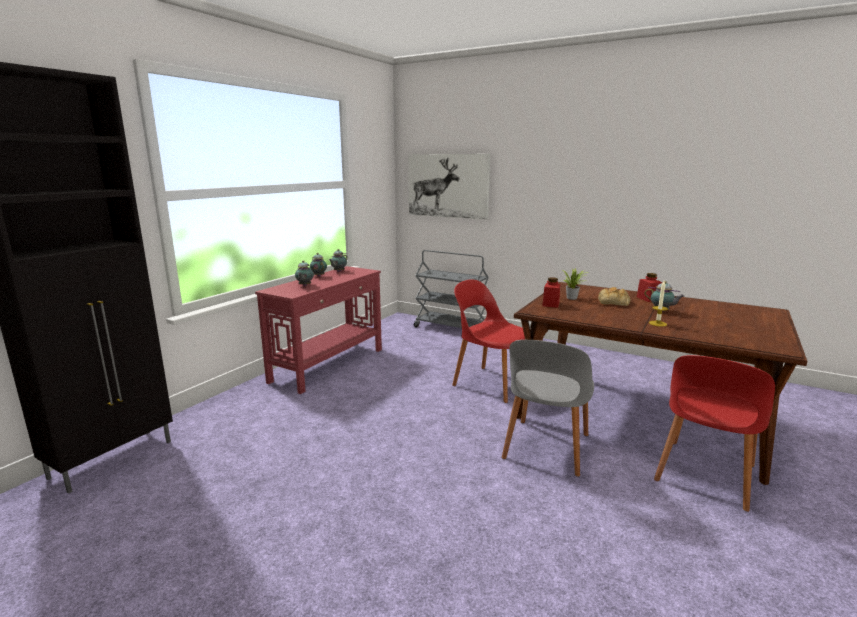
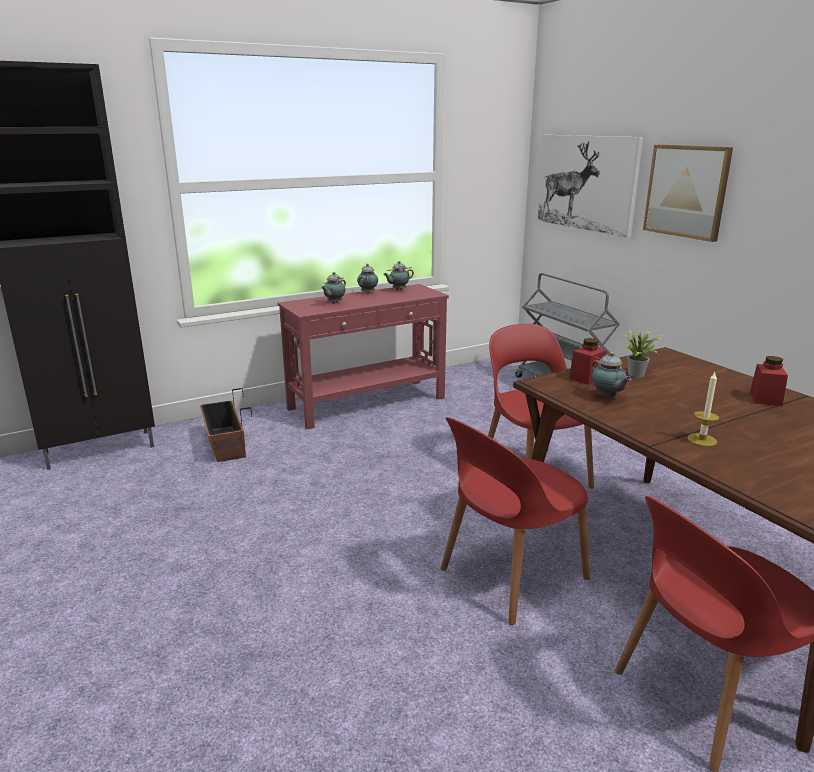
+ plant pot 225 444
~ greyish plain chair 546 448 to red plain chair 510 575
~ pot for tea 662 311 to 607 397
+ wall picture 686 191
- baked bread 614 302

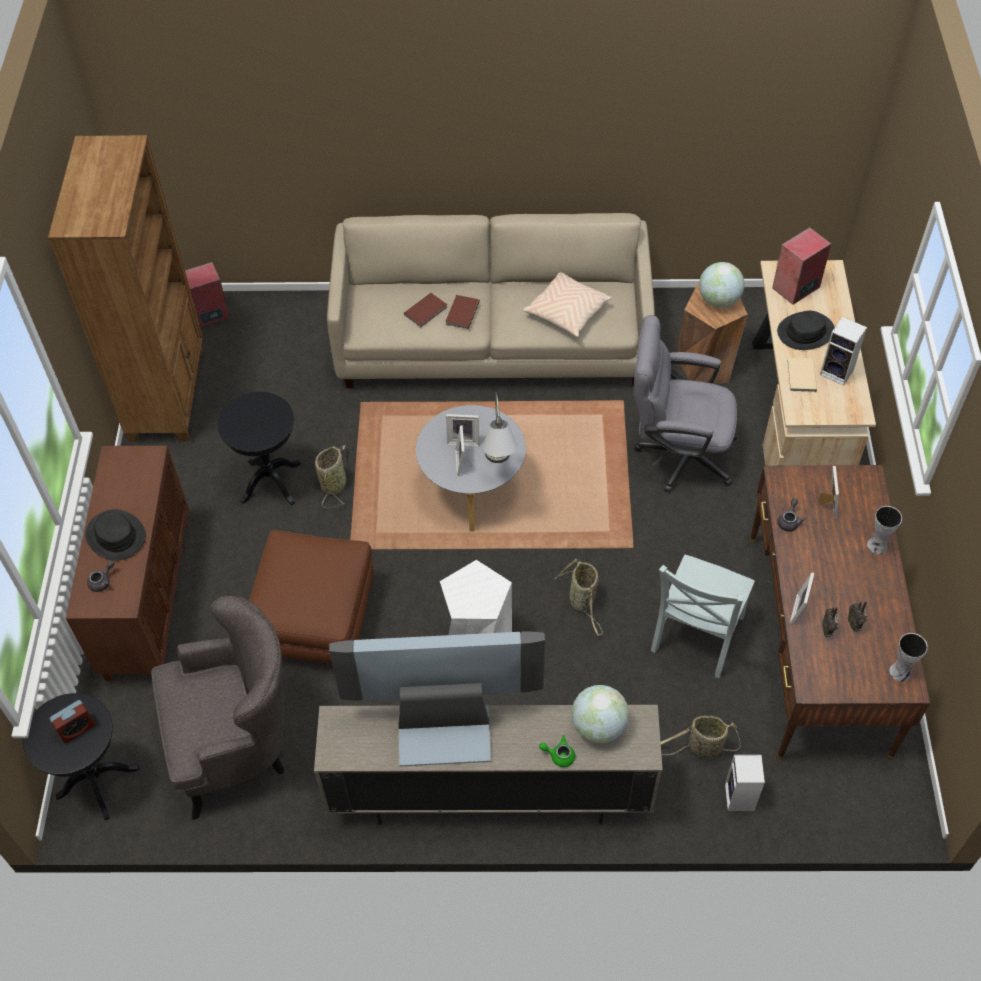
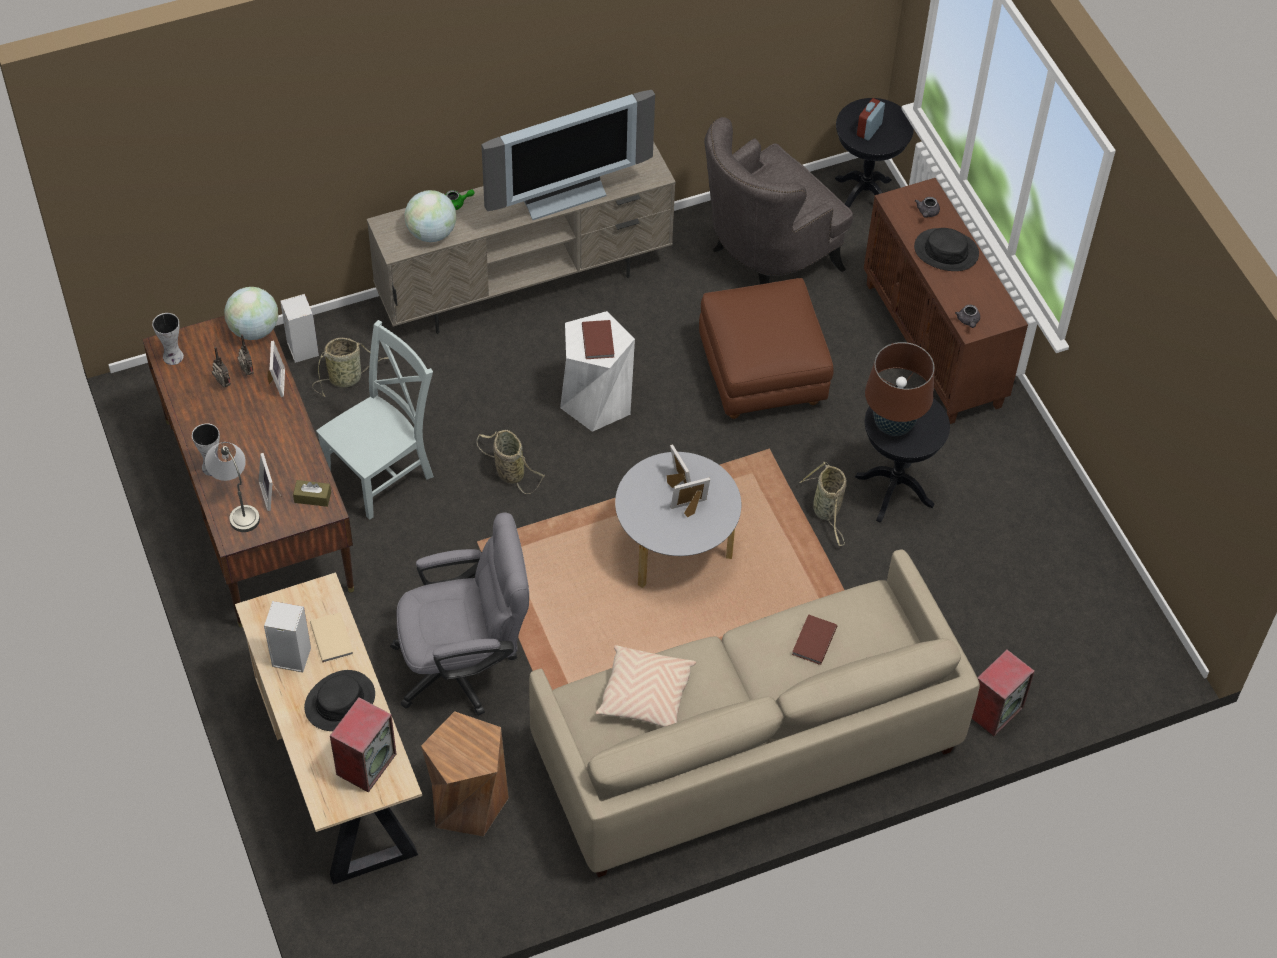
~ greyish table lamp 498 467 to 237 504
~ world globe 719 300 to 254 330
+ brownish tissue box 312 497
~ greyish plain chair 695 637 = 382 472 45 degrees clockwise
~ brownish bound book 461 313 to 599 340
+ brownish table lamp 893 425
~ greyish pot for tea 789 521 to 968 321
~ loudspeaker 209 315 to 995 710
- brownish shelving unit 168 393

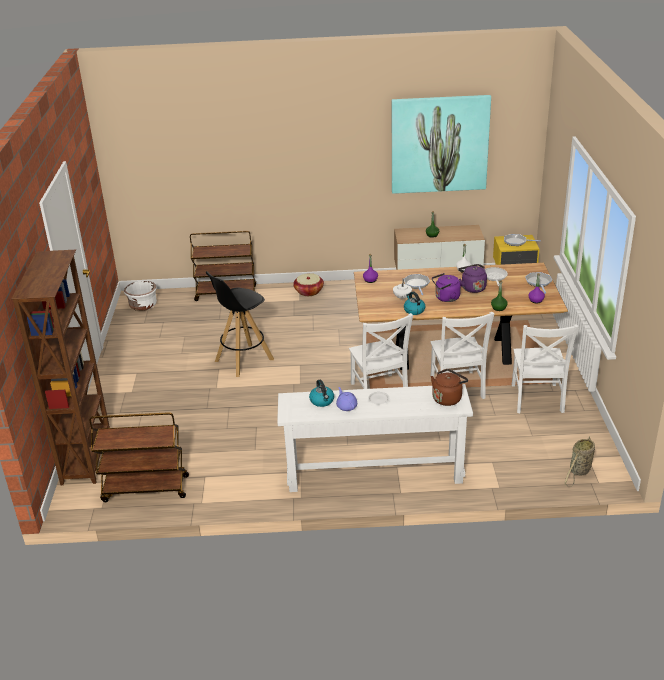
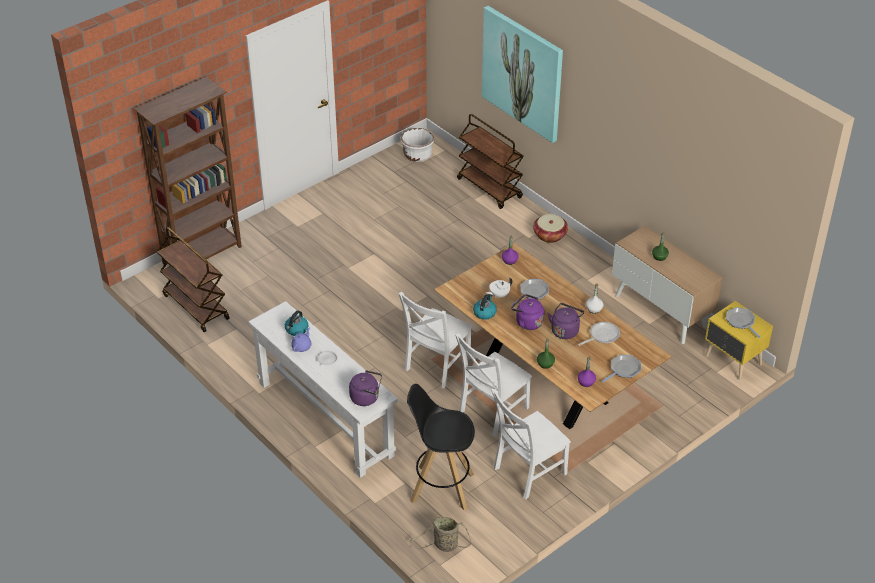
~ brownish tea kettle 448 398 to purple-coloured tea kettle 366 398
~ black-coloured stool seat 243 360 to 441 487
~ wall picture 439 144 to 523 73

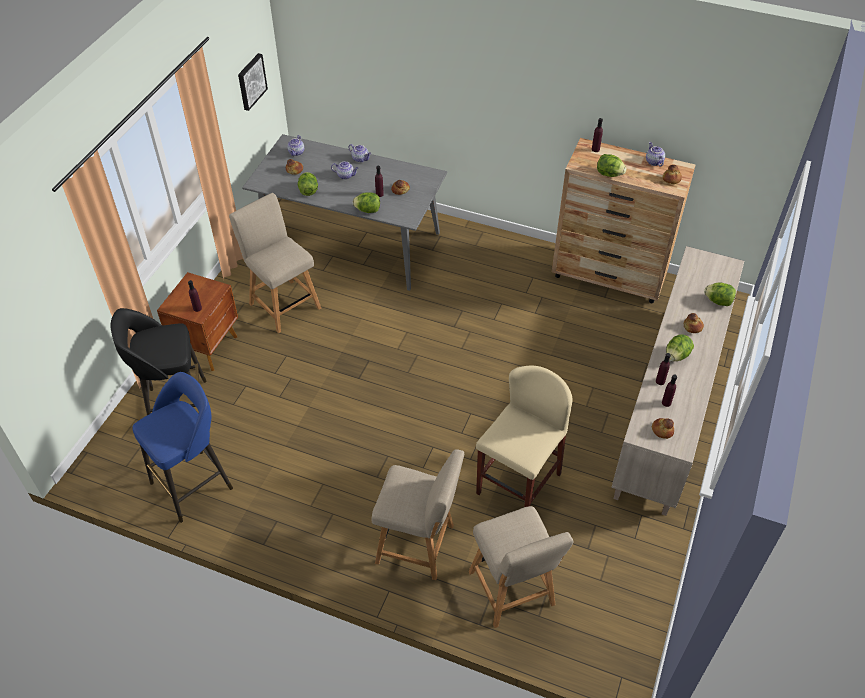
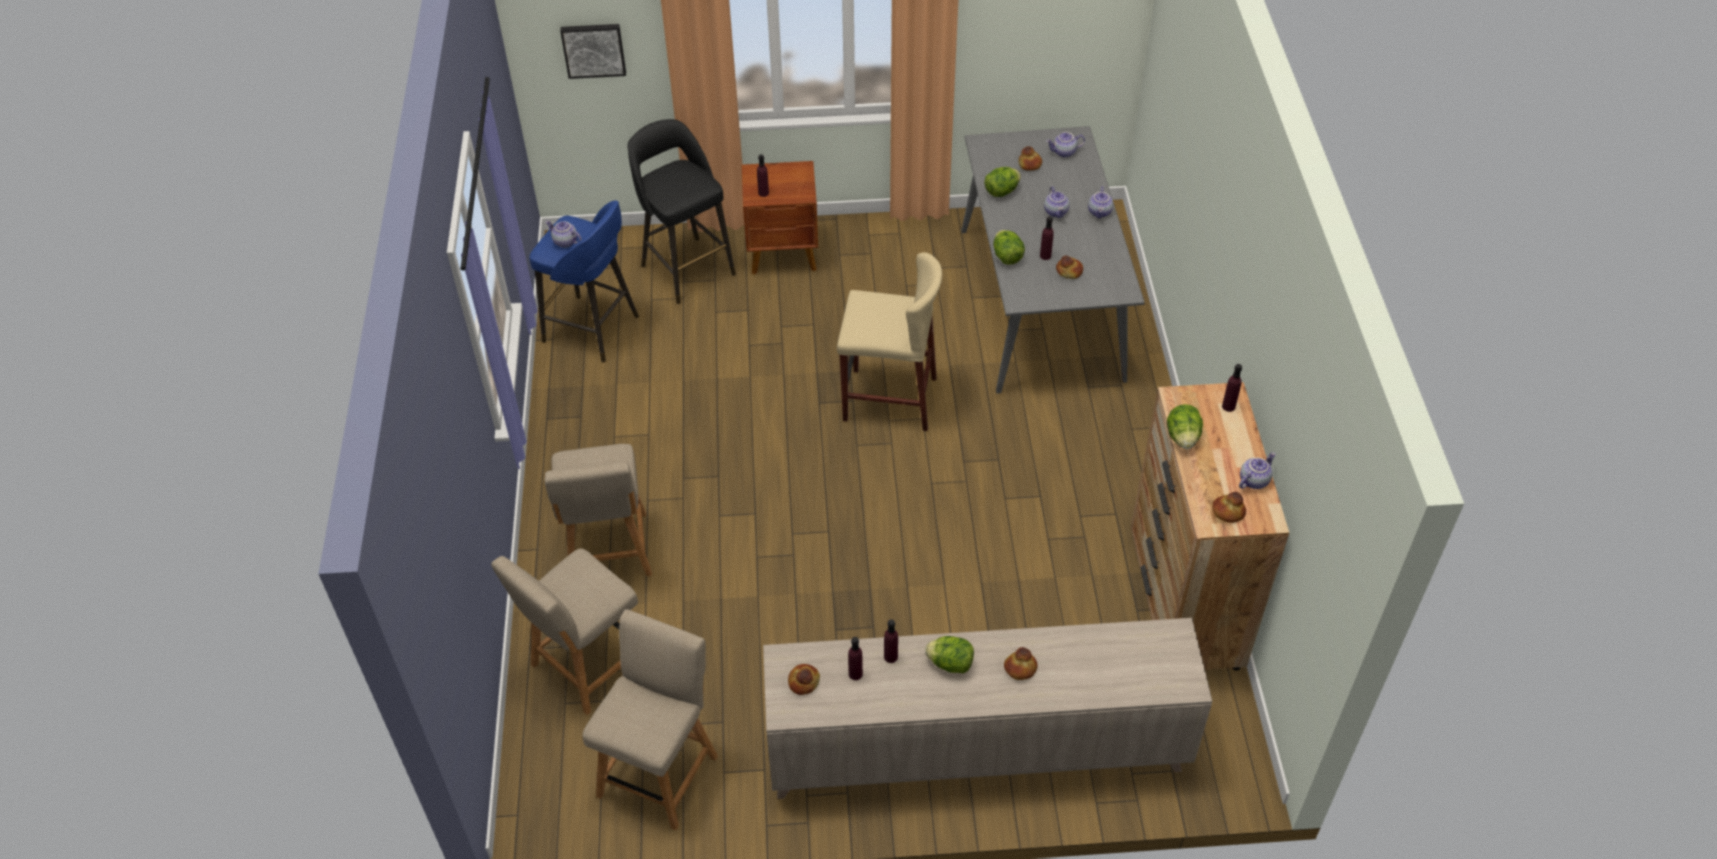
+ pot for tea 565 242
~ wall picture 251 81 to 593 49
~ beige-coloured plain chair 283 304 to 660 771
~ beige-coloured stool seat 518 483 to 889 399
- head of lettuce 718 301

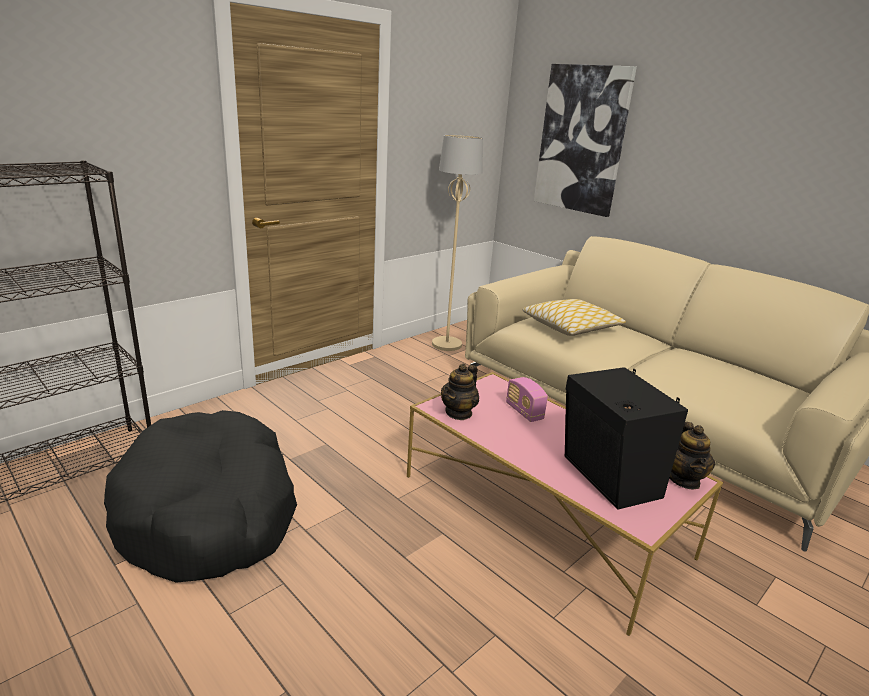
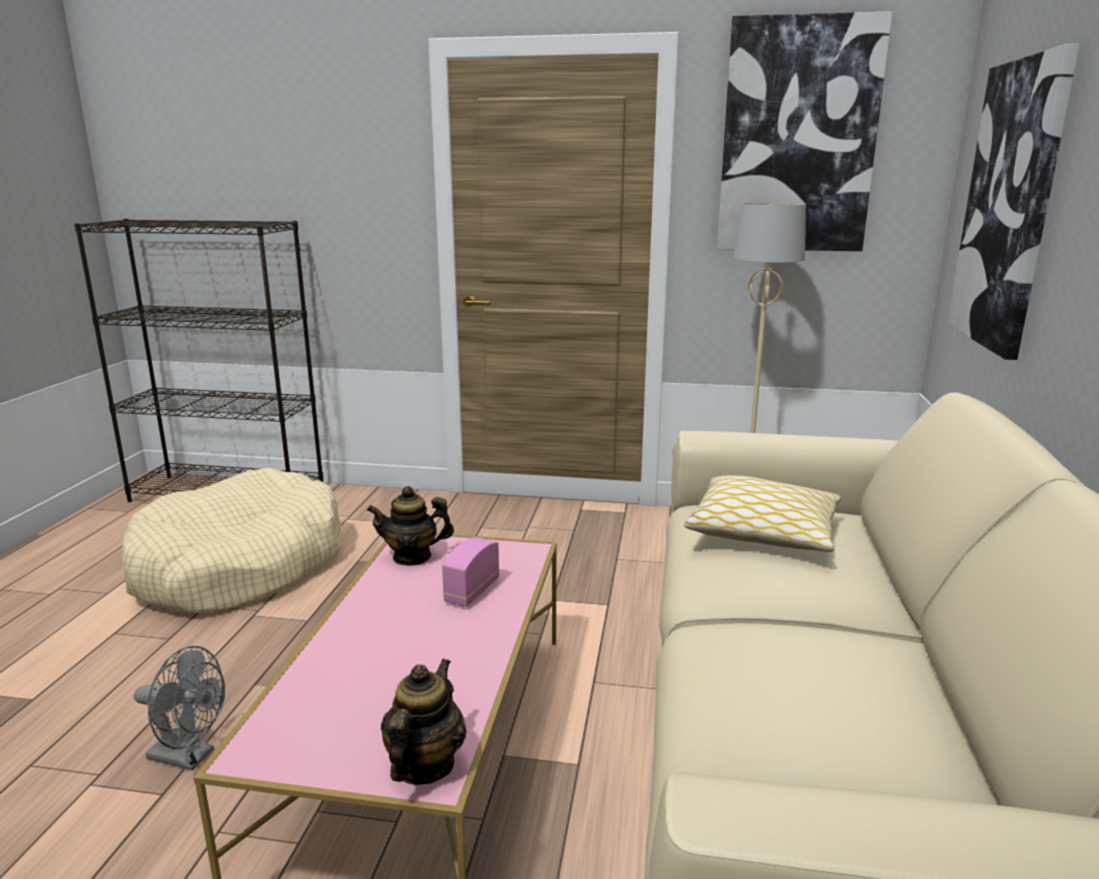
~ black-coloured dog cushion 209 512 to beige-coloured dog cushion 240 566
+ greyish cooling fan 190 756
~ pot for tea 684 479 = 424 766 135 degrees clockwise
+ wall picture 798 137
- black-coloured loudspeaker 608 478

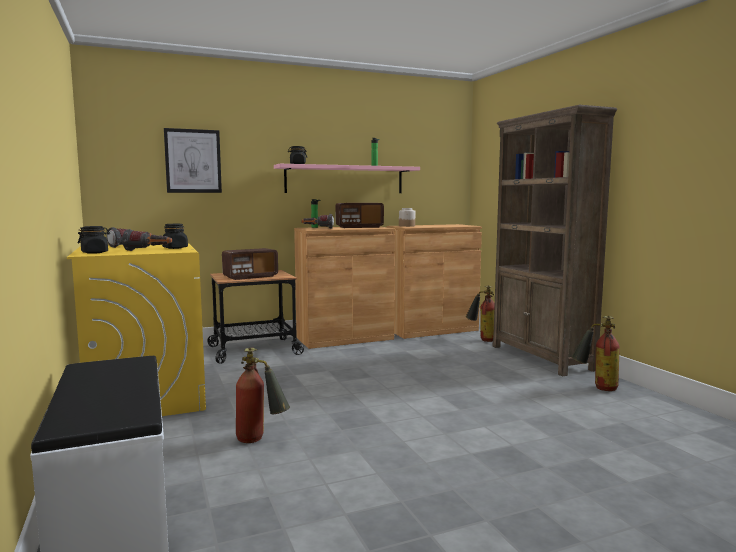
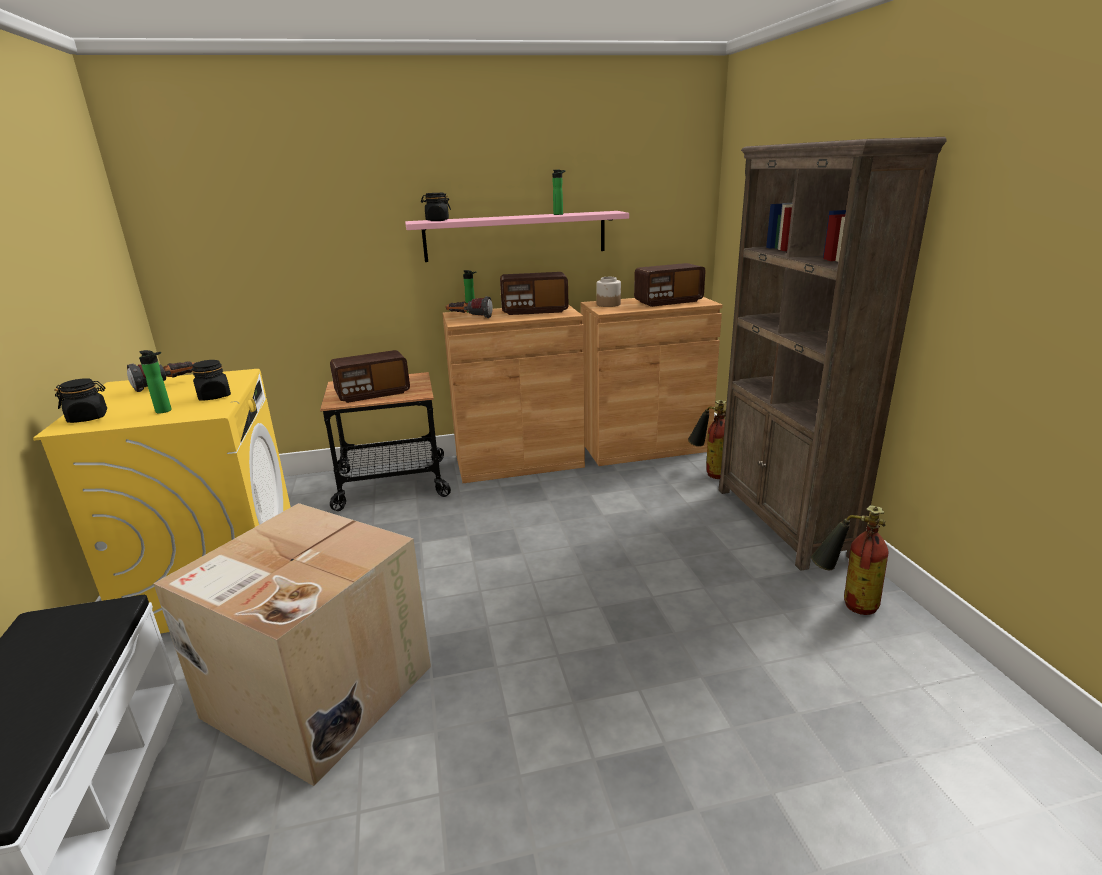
~ torch 149 251 to bottle 165 411
~ extinguisher 260 440 to packing box 315 692
+ radio 668 302
- wall picture 193 161

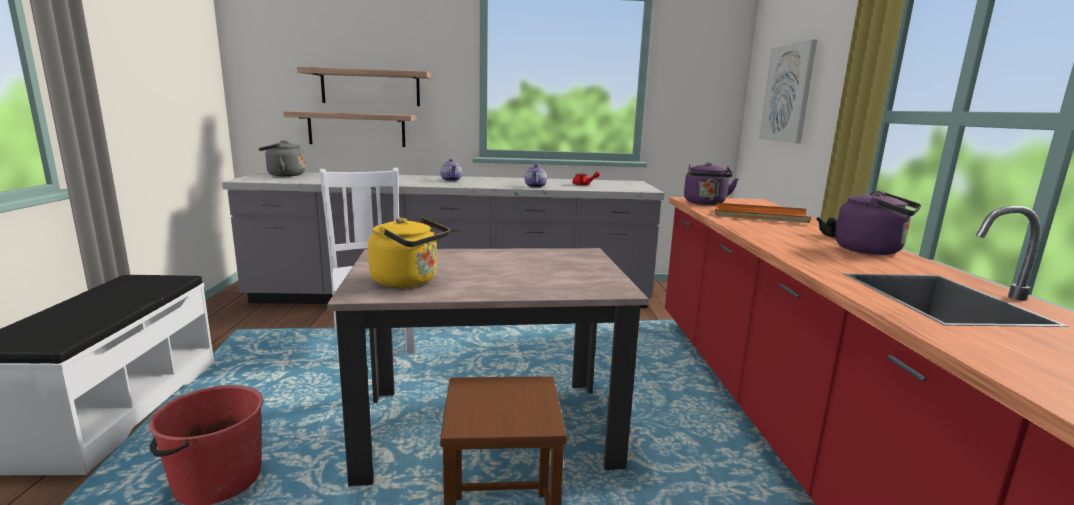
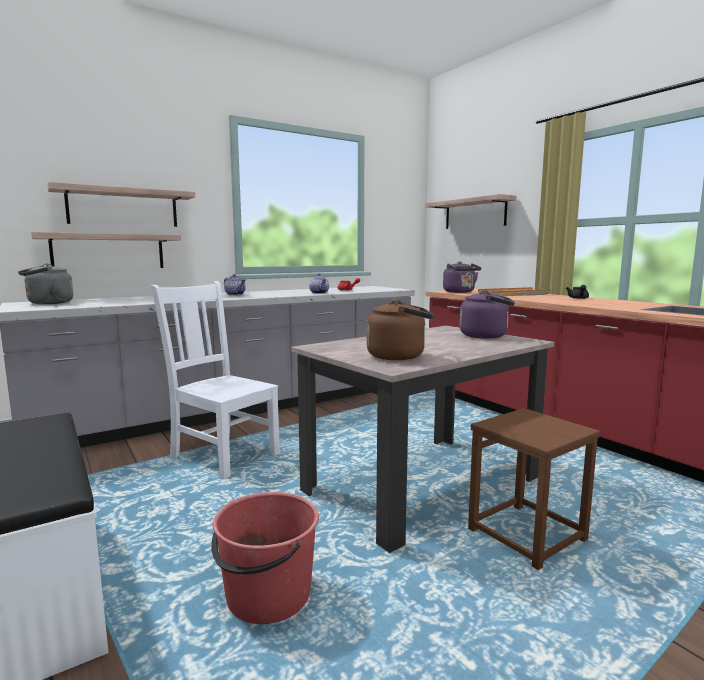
~ yellow tea kettle 409 281 to brownish tea kettle 399 356
~ wall picture 788 93 to wall shelf 475 213
~ purple-coloured tea kettle 872 250 to 486 336

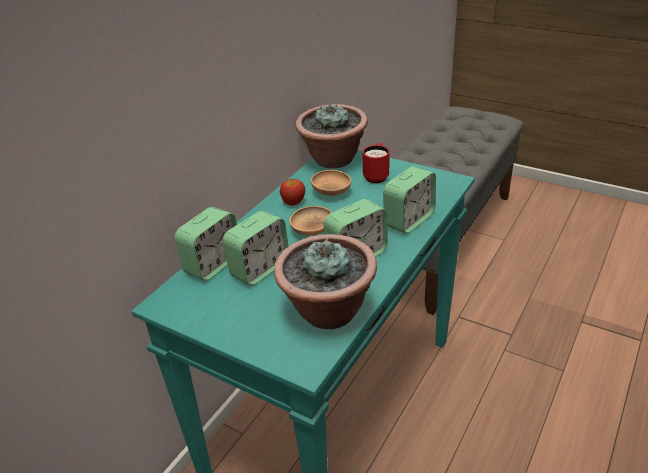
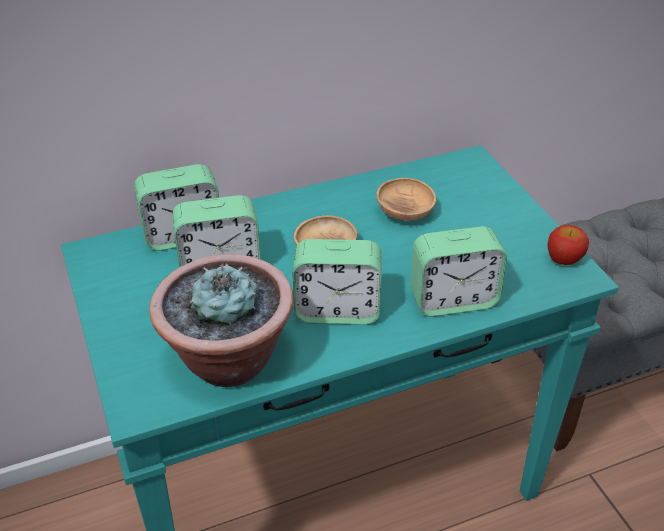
~ apple 293 202 to 564 259
- houseplant 333 160
- red coffee mug 376 176

